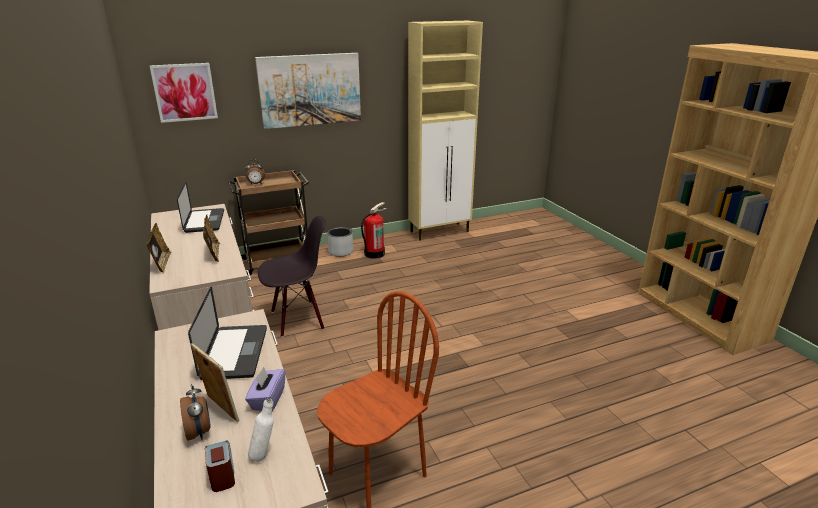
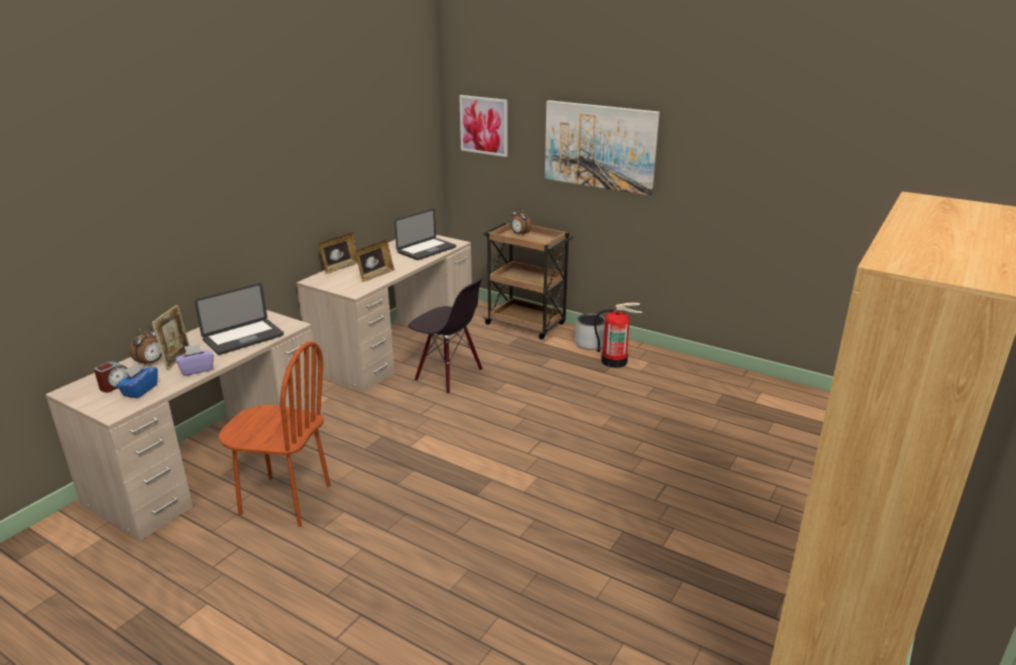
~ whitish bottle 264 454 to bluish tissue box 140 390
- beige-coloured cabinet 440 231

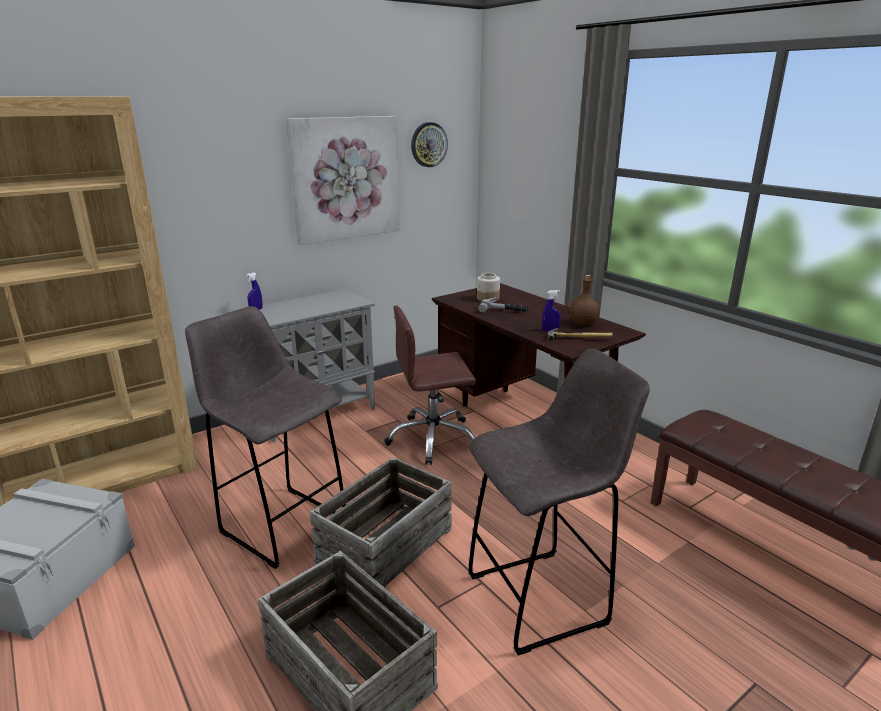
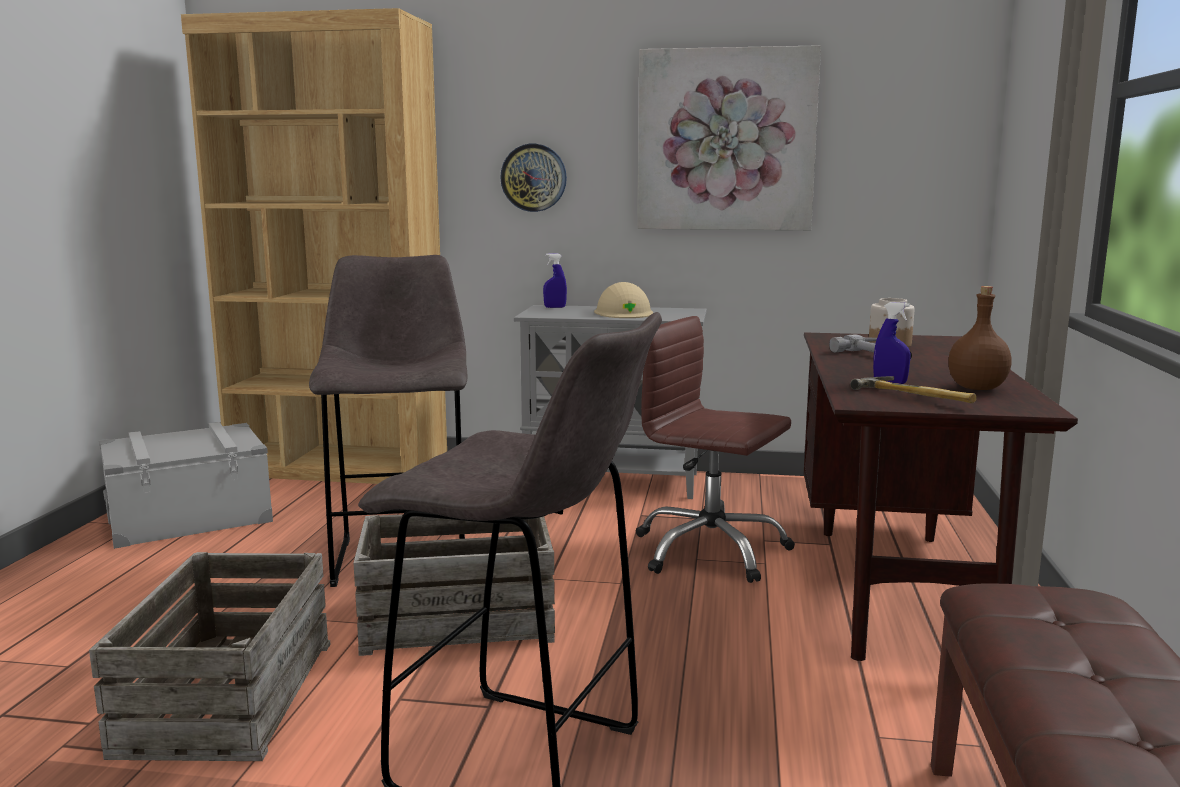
~ clock on the wall 428 144 to 533 177
+ beige-coloured safety helmet 624 312

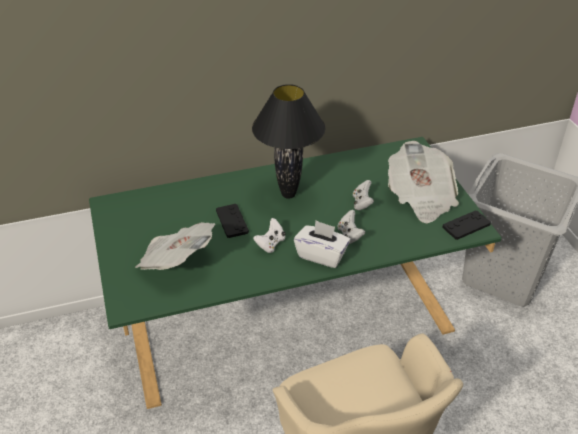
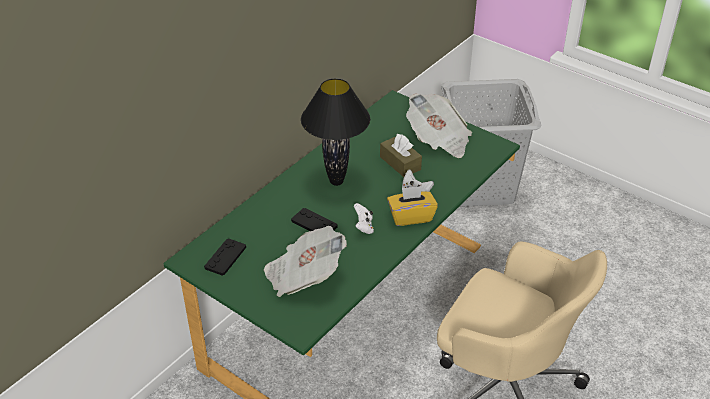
~ black-coloured joypad 466 226 to 225 257
~ whitish joypad 362 203 to brownish tissue box 400 163
~ whitish tissue box 321 255 to yellow tissue box 411 216

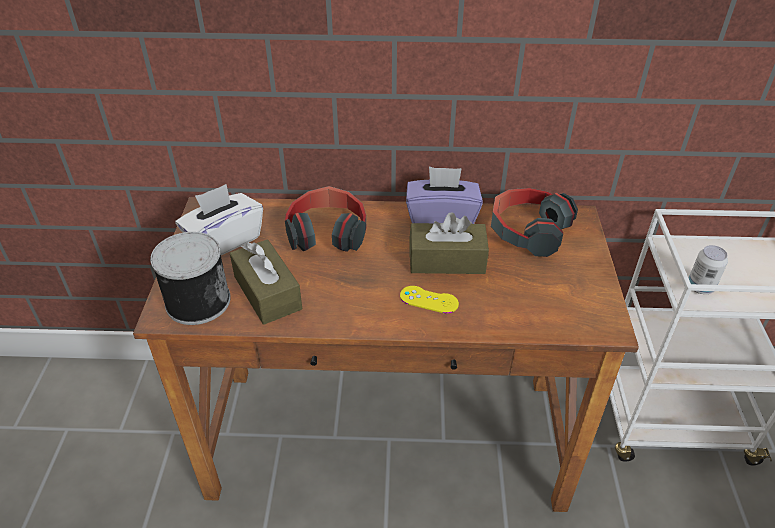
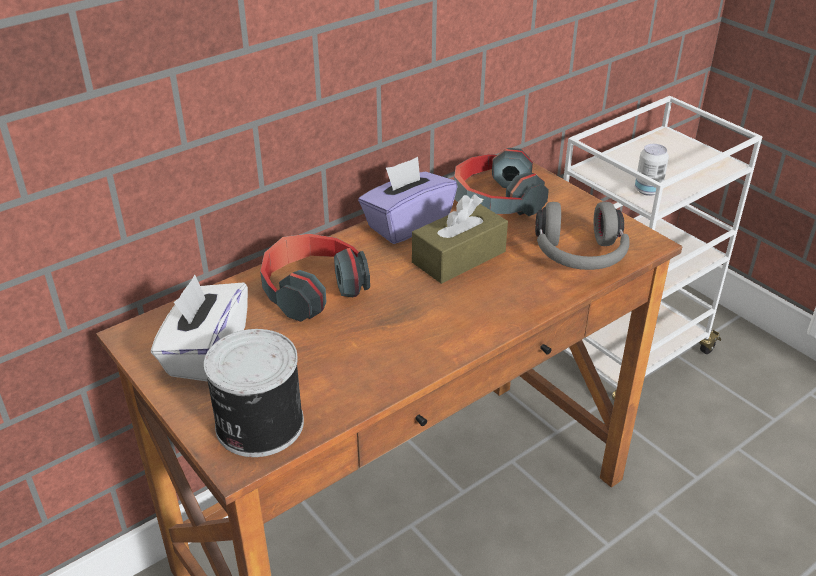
+ greyish pair of headphones 580 256
- brownish tissue box 267 293
- yellow joypad 429 300

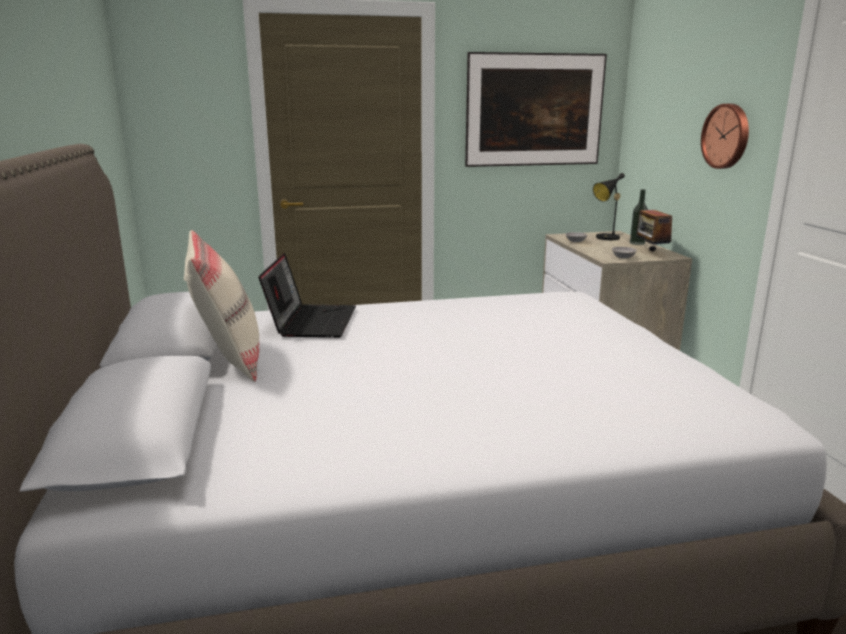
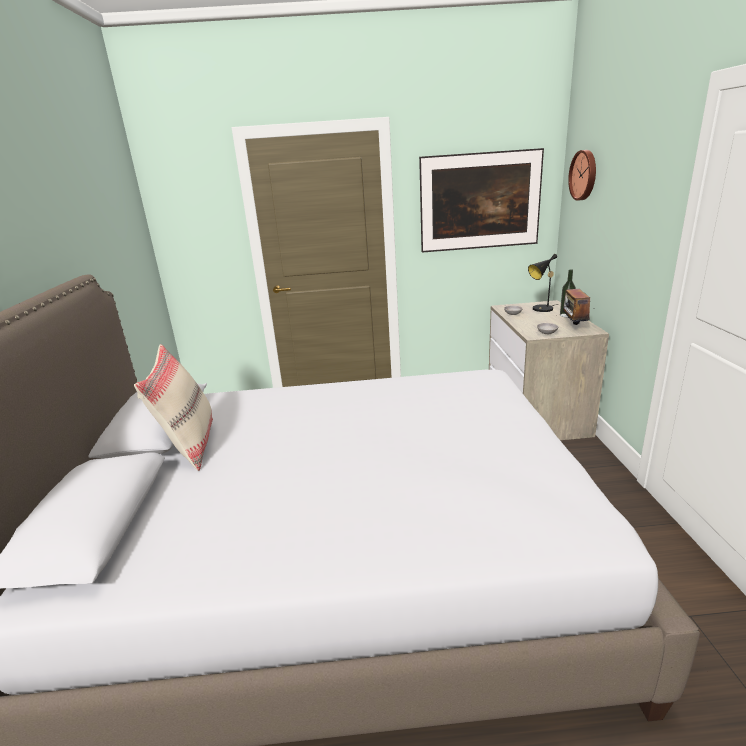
~ clock on the wall 727 136 to 584 175
- notebook computer 311 321

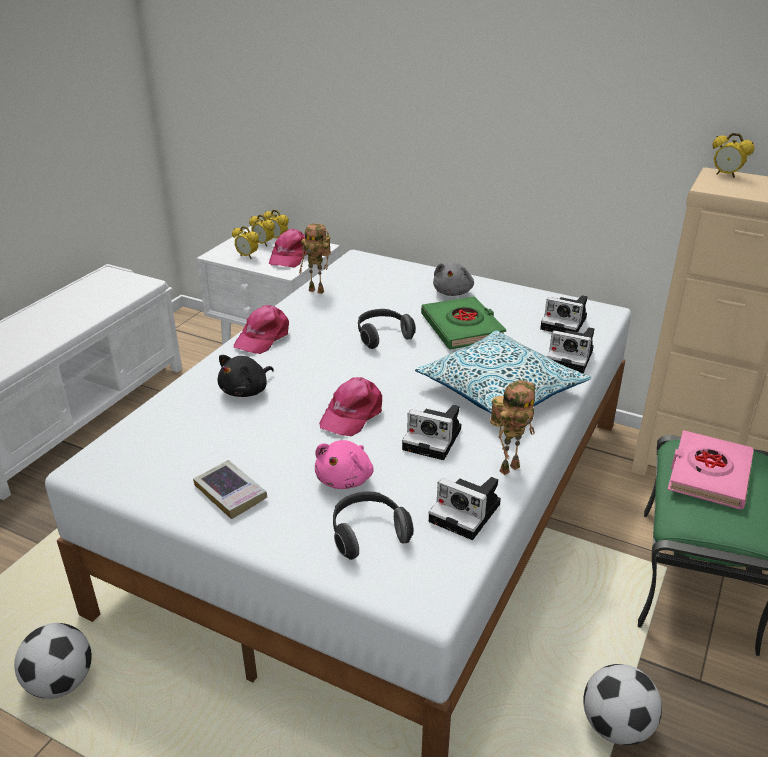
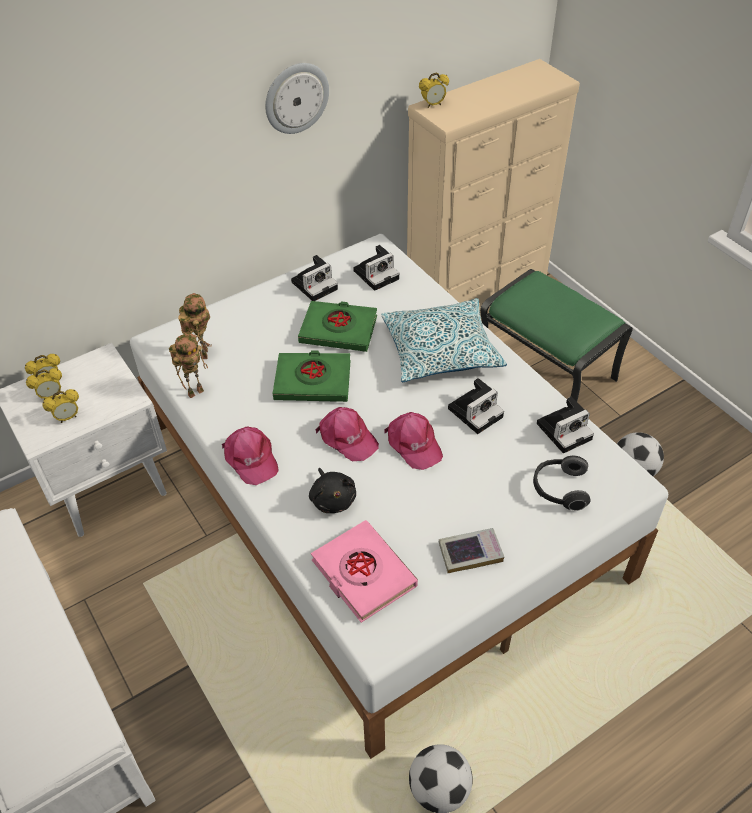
~ model robot 509 467 to 203 353
+ clock on the wall 296 98
~ pair of headphones 382 336 to green-coloured bound book 313 381
~ still camera 572 358 to 315 284
~ pink-coloured bound book 708 474 to 363 574
~ pink-coloured baseball cap 290 256 to 347 438
- pink-coloured cuddly toy 346 479
- greyish cuddly toy 453 292

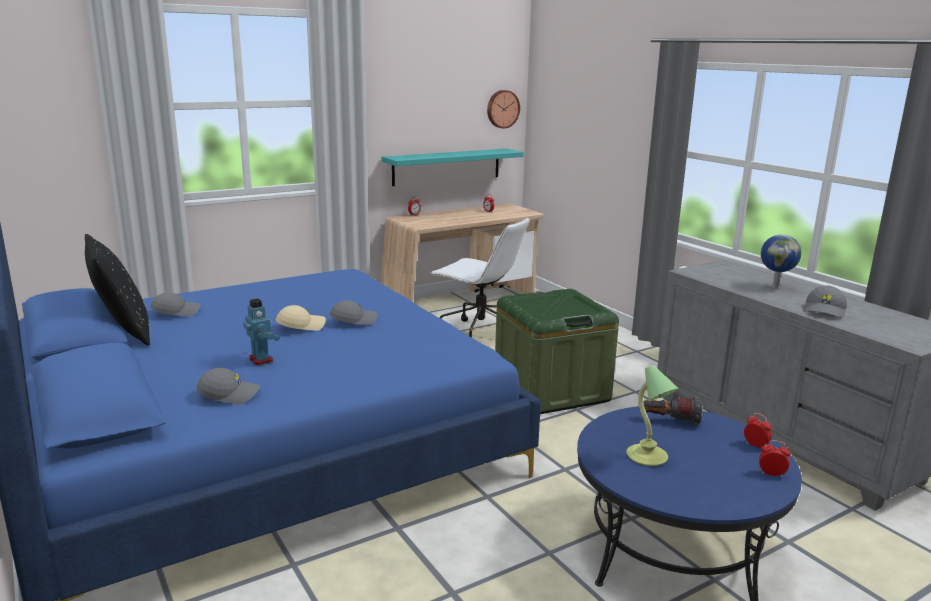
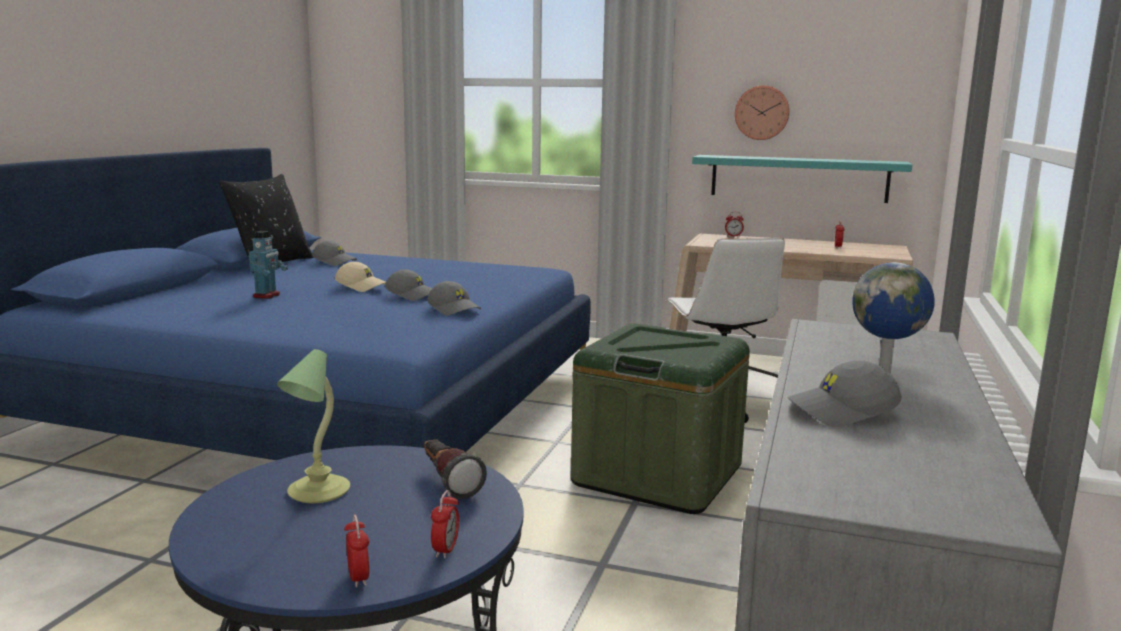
~ greyish baseball cap 229 394 to 454 309
~ clock on the wall 502 109 to 762 112

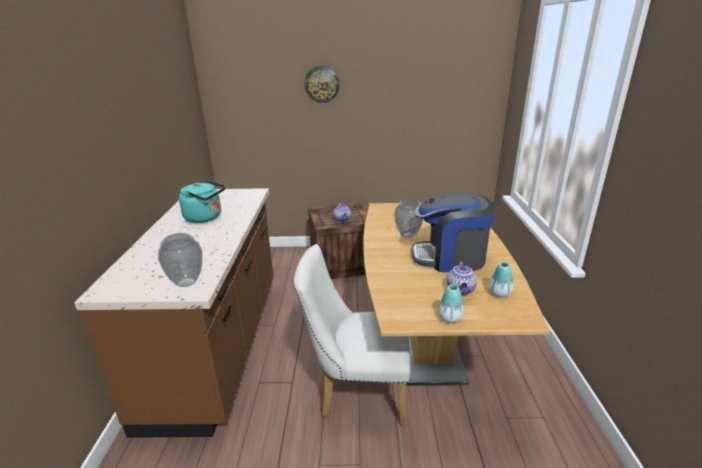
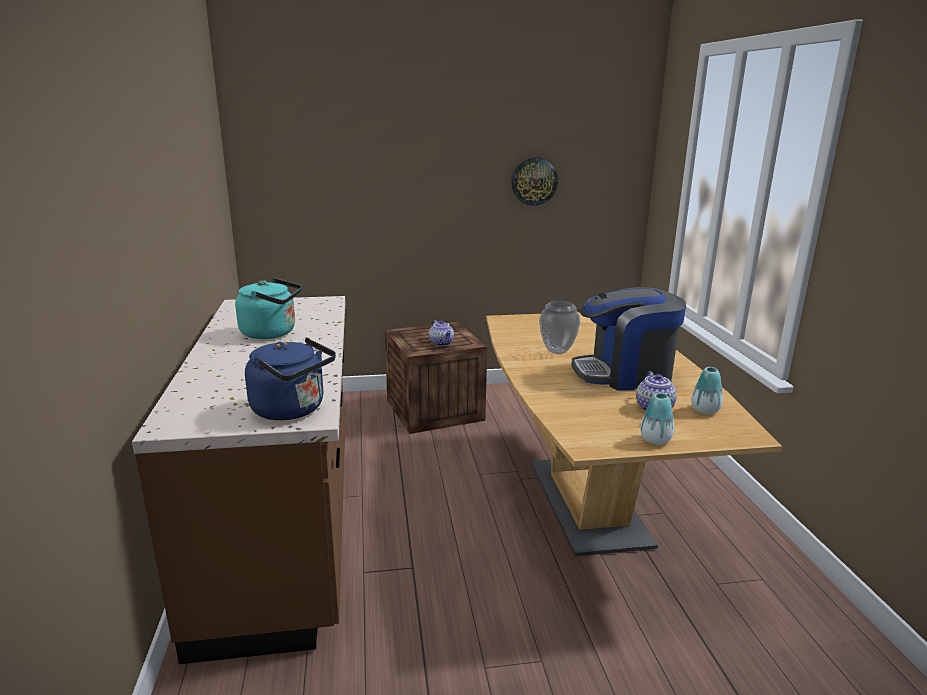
~ decorative vase 186 283 to bluish tea kettle 292 410
~ clock on the wall 322 84 to 534 181
- whitish plain chair 356 391

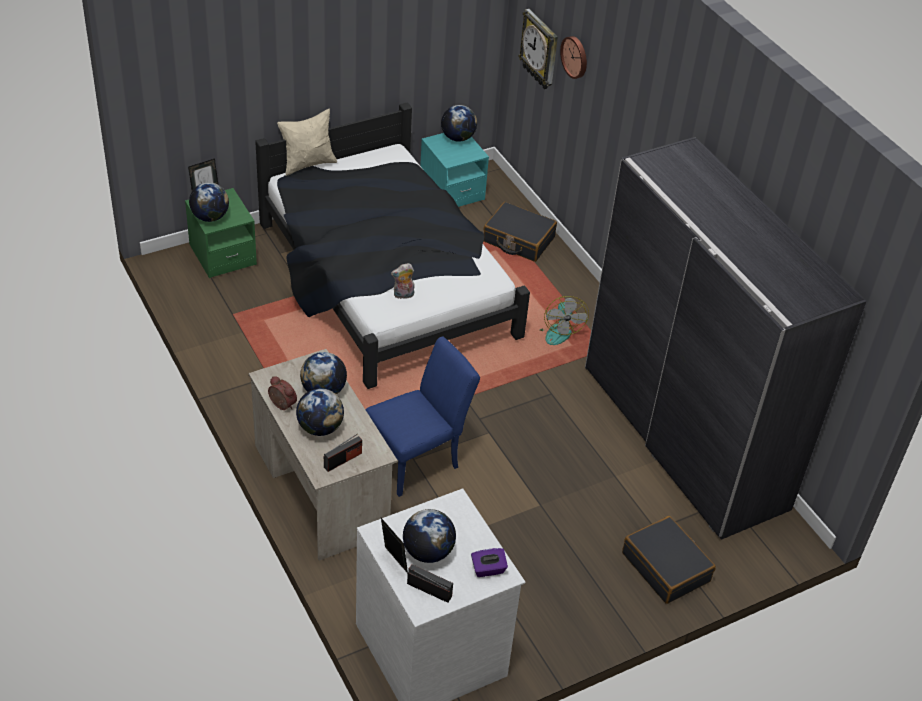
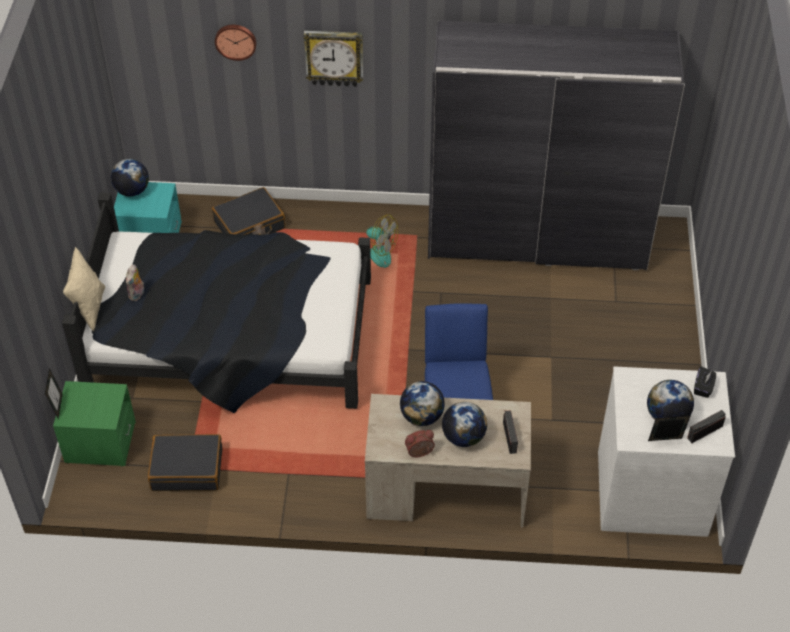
~ cuddly toy 403 295 to 137 295
~ black-coloured piece of luggage 666 567 to 187 469
~ clock on the wall 540 50 to 334 57
~ purple-coloured tissue box 488 569 to black-coloured tissue box 703 388
- world globe 210 217

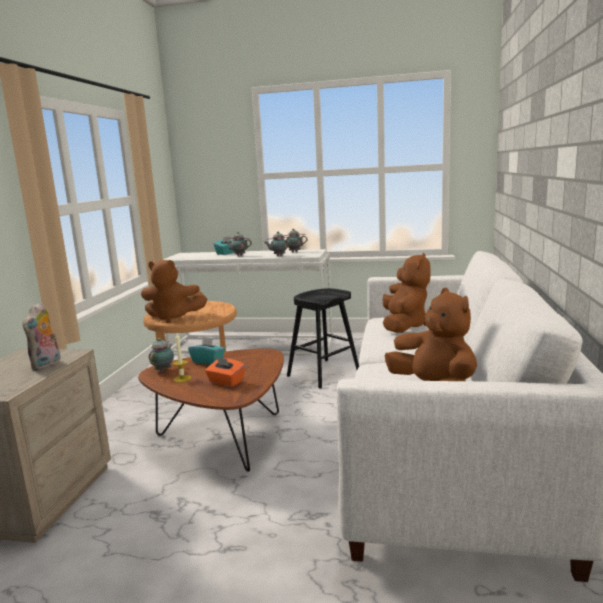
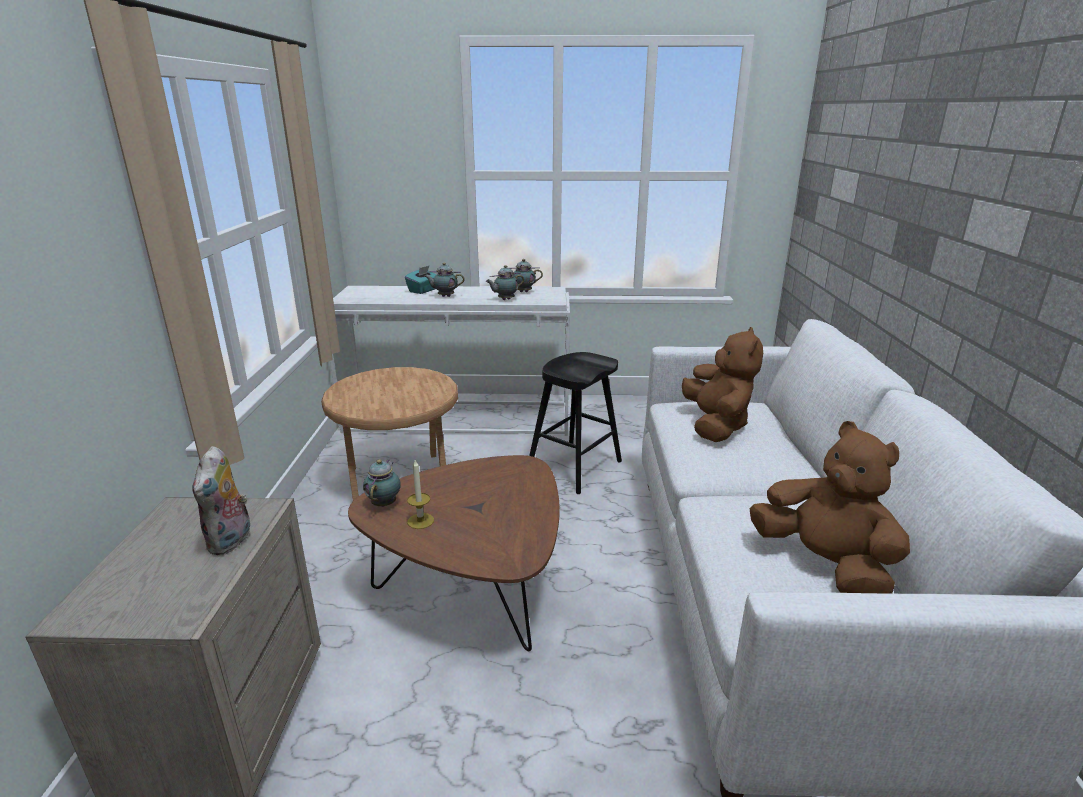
- brownish cuddly toy 173 317
- blue-green tissue box 208 361
- orangey tissue box 226 382

